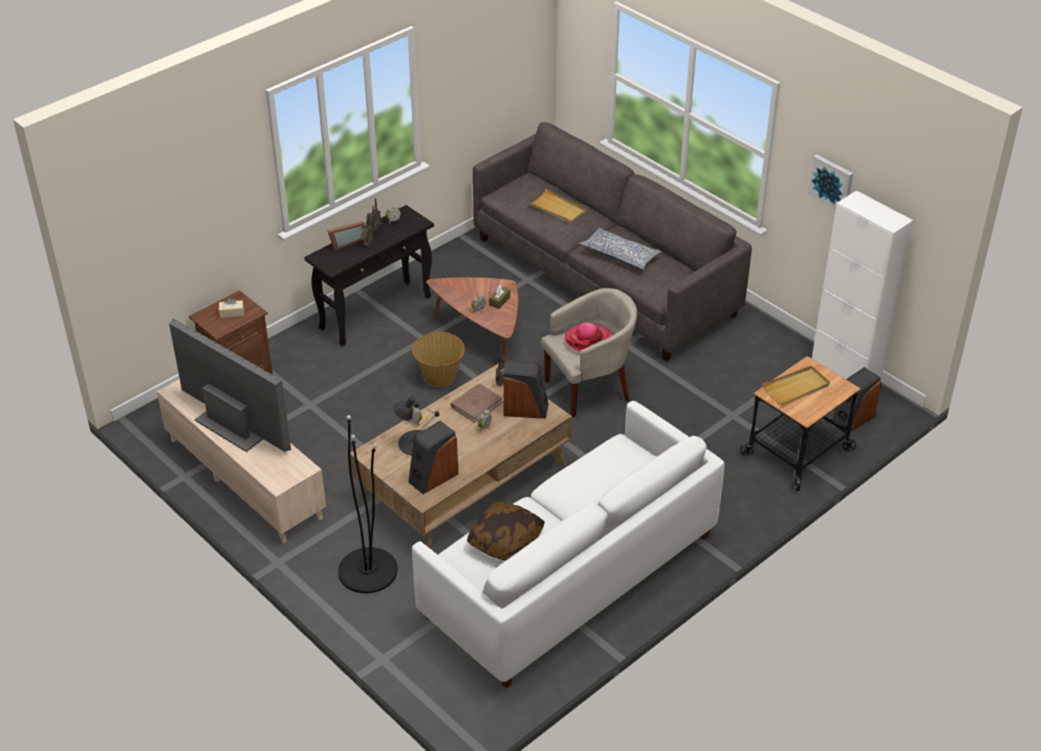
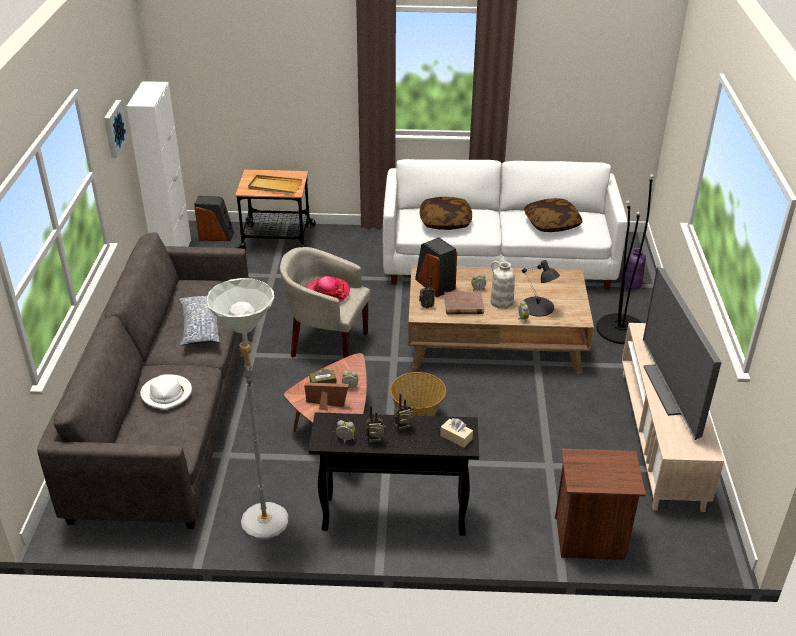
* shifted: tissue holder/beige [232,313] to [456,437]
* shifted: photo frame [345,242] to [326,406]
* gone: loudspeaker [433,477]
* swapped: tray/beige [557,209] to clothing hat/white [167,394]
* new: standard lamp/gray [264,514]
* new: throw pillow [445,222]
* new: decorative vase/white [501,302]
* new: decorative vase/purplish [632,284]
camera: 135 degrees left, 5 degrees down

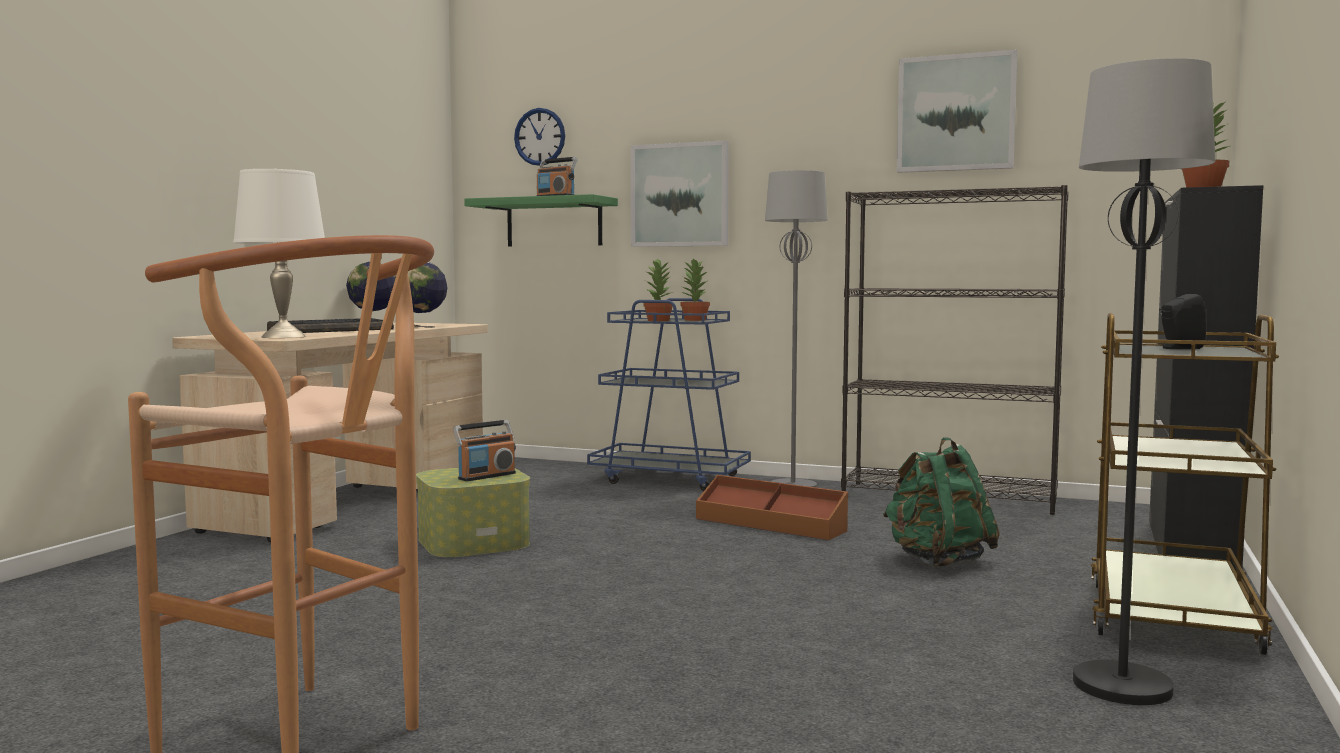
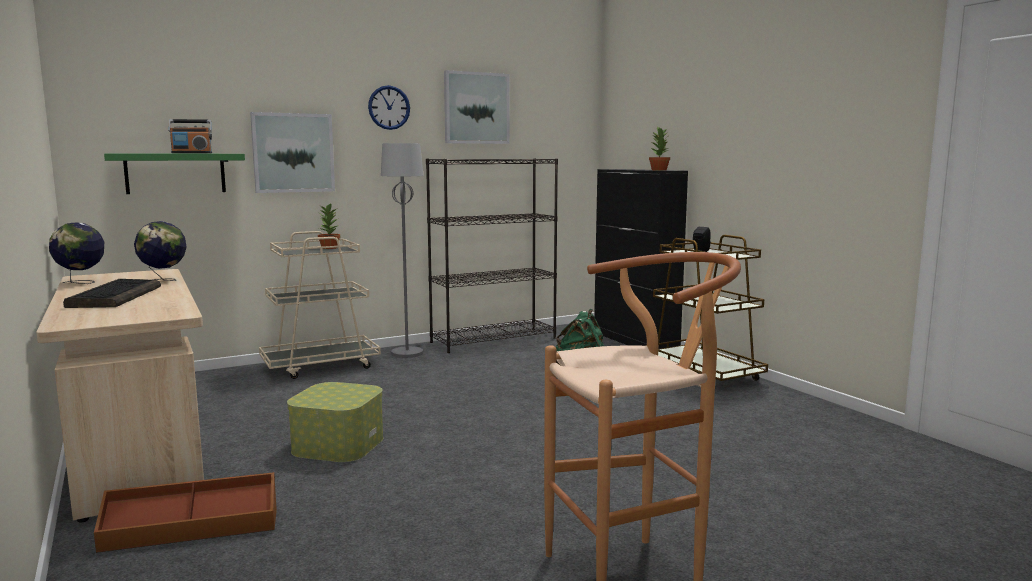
* gone: tabletop lamp/white [283,336]
* gone: radio set [486,476]
* shifted: hanging clock [540,137] to [389,107]
* repainted: trolley/blue [670,479] to trolley/beige [321,366]
* gone: potted plant [659,320]
* shifted: storage bin/brownish [770,524] to [191,528]
* gone: standard lamp/black-coloured [1123,686]
camera: 50 degrees left, 5 degrees up

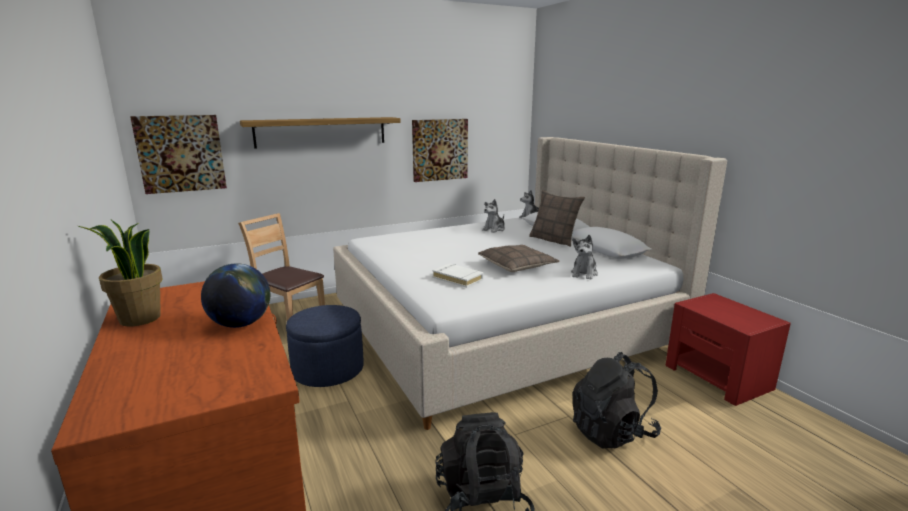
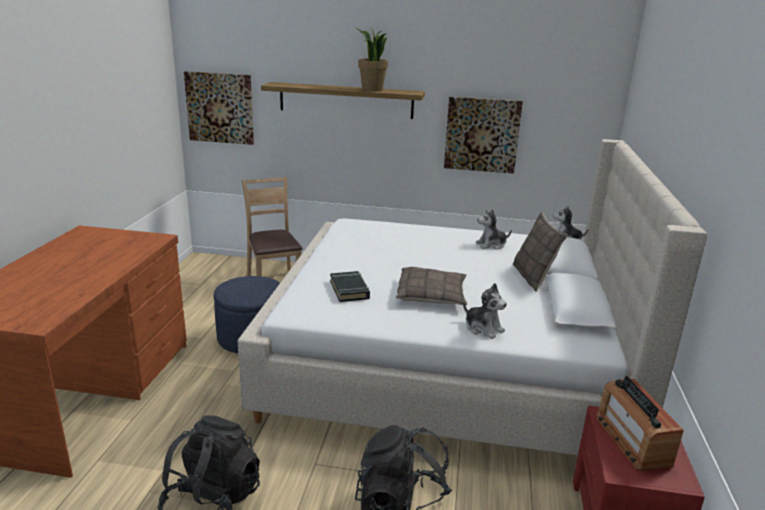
* shifted: potted plant [139,319] to [371,89]
* gone: world globe [241,324]
* repainted: bound book/white [458,278] to bound book/black-coloured [349,290]
* rotated: soft toy [584,273] = [483,328] 105 degrees counterclockwise
* new: radio set [632,441]
camera: 35 degrees right, 5 degrees up

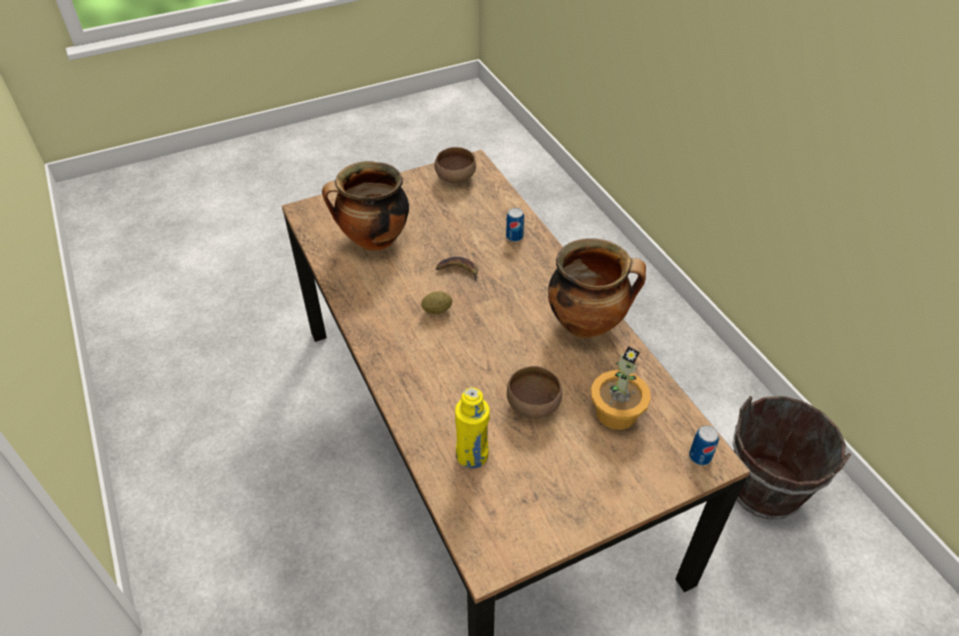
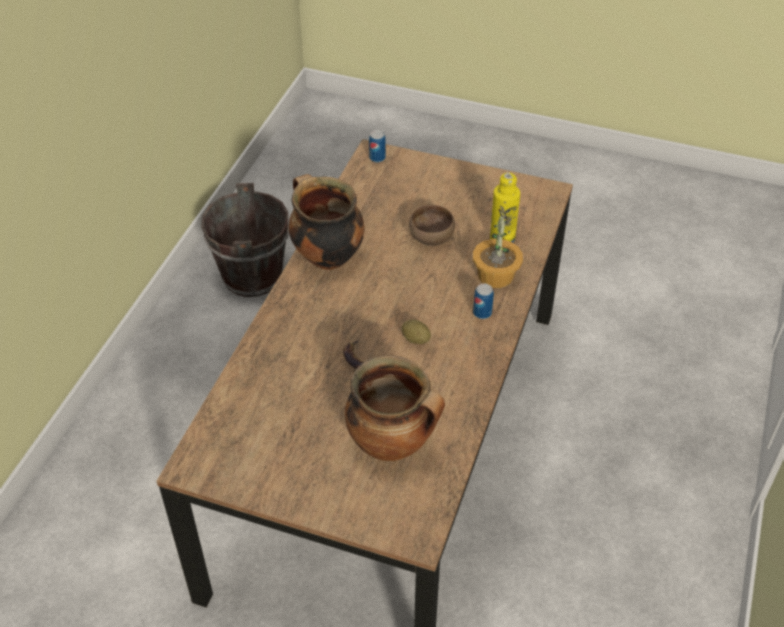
* gone: deep dish/brownish [456,178]
* shifted: metal can [514,237] to [482,313]
* shifted: potted plant [617,412] to [495,275]
camera: 135 degrees left, 0 degrees up

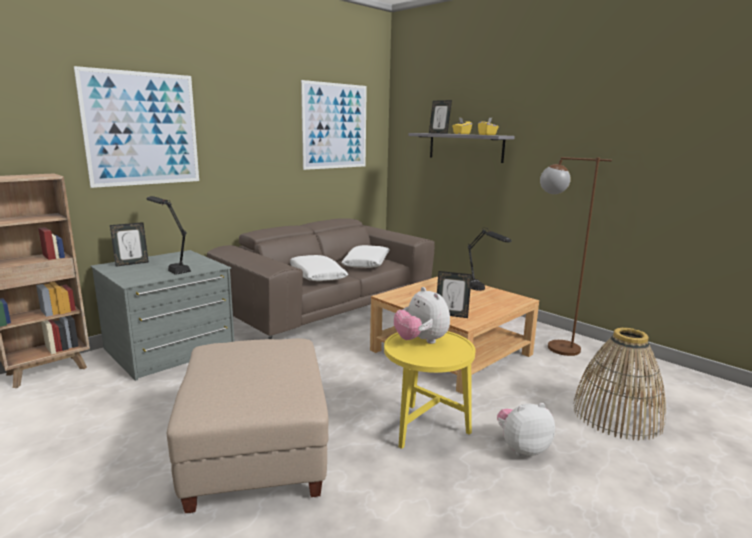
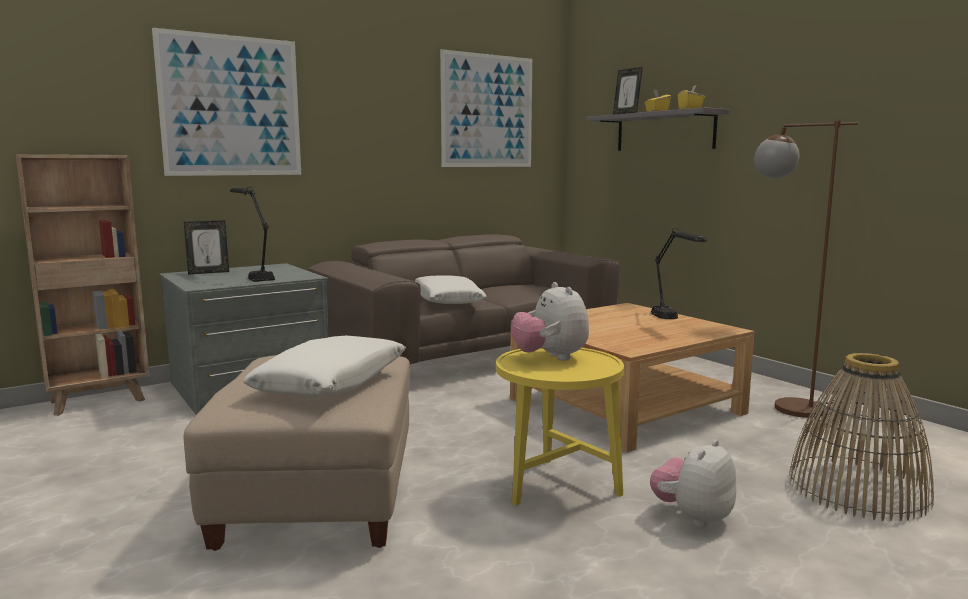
* shifted: throw pillow/white [366,263] to [331,382]
* gone: photo frame [451,315]
* rotated: soft toy [522,448] = [693,517] 45 degrees counterclockwise
camera: 10 degrees right, 5 degrees down

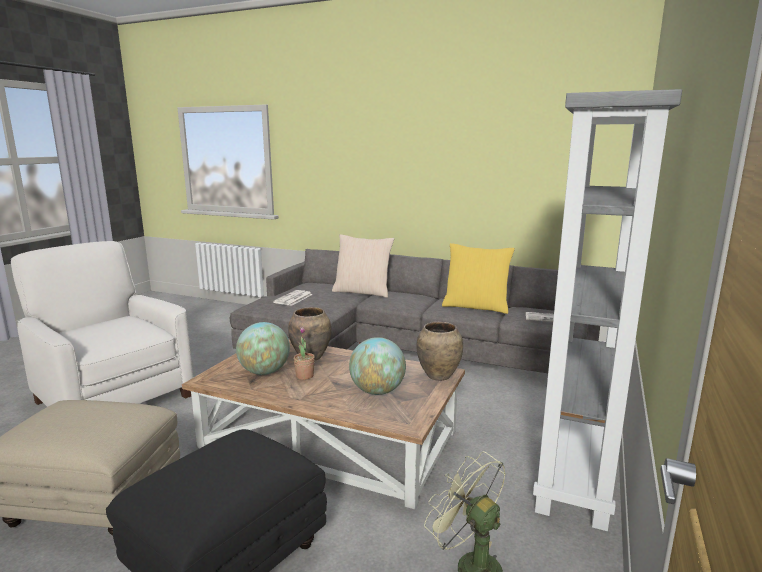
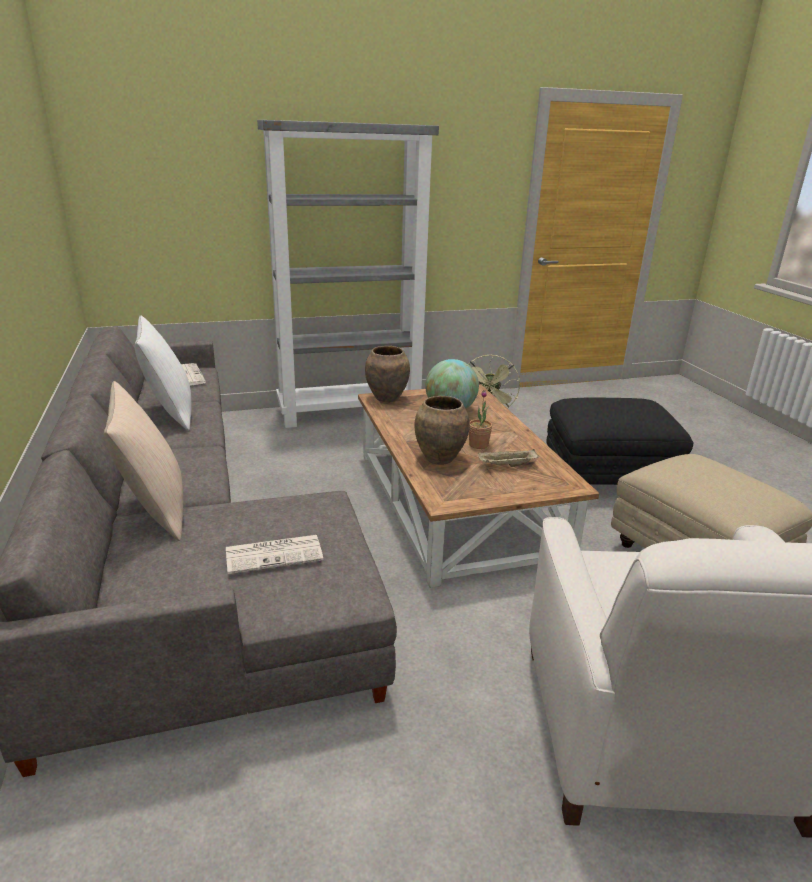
* swapped: world globe [264,372] to tray/beige [506,465]
* repainted: throw pillow/yellow [476,307] to throw pillow/white [170,413]
camera: 130 degrees left, 10 degrees up

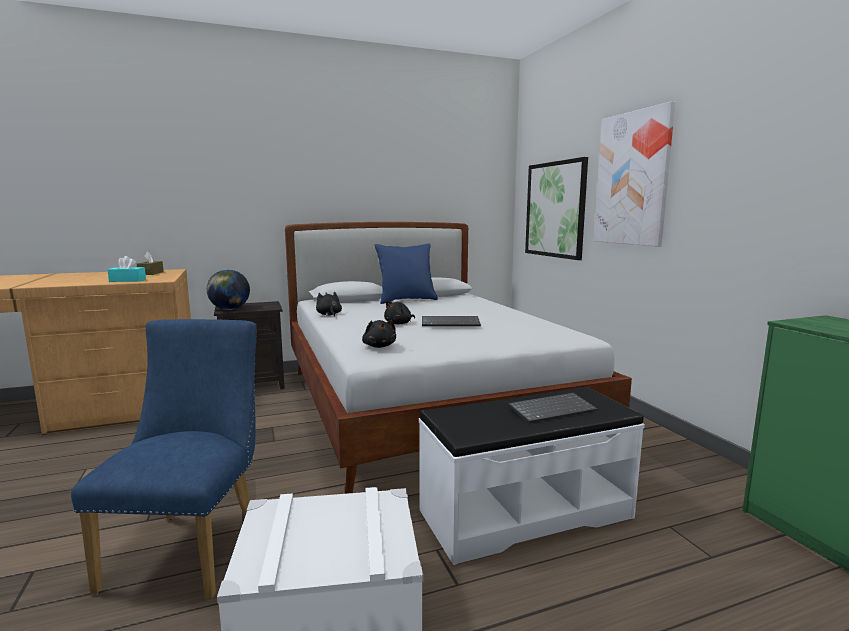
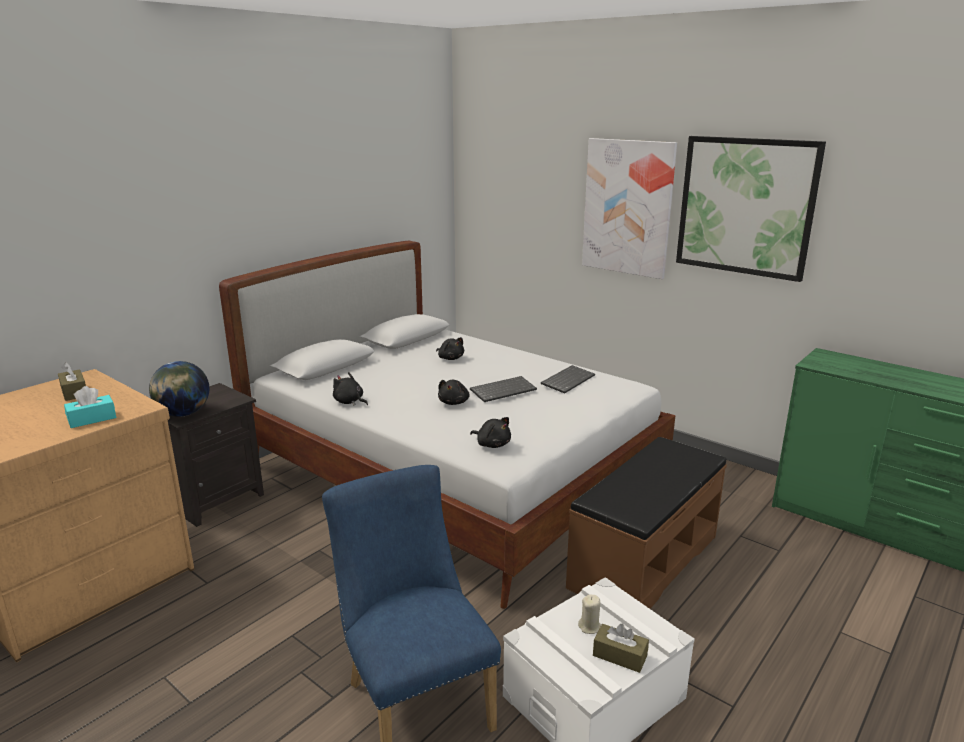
* gone: throw pillow/blue [406,300]
* repainted: indoor bench/white [524,513] to indoor bench/brownish [643,560]
* shifted: computer keyboard [552,409] to [567,380]
* shifted: picture [555,209] to [745,206]
* new: soft toy/black-coloured [450,358]
* new: candle/beige [590,627]
* new: tissue holder/brownish [619,656]
camera: 30 degrees left, 10 degrees up

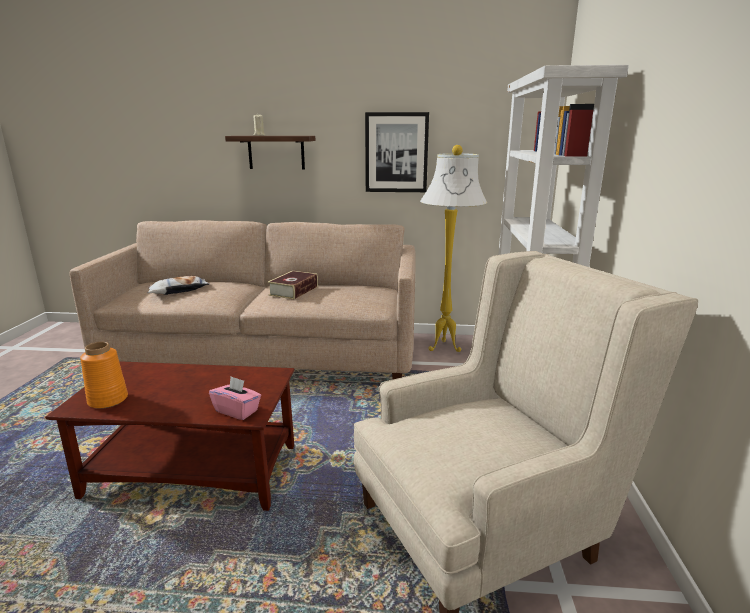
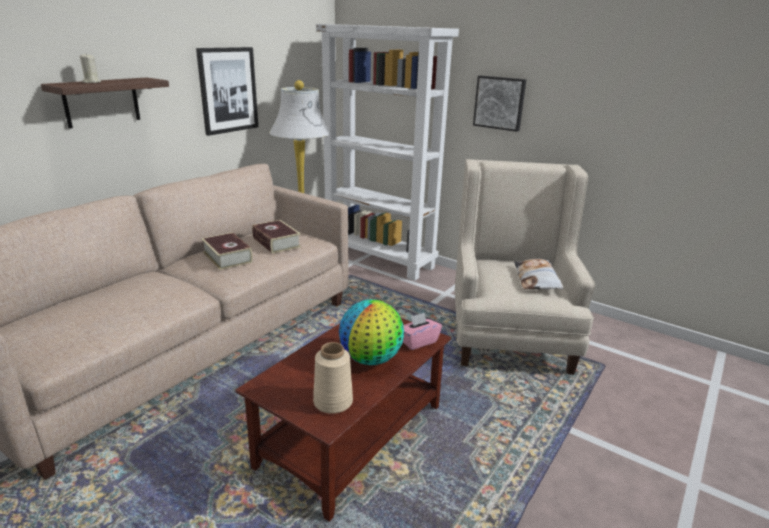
* repainted: decorative vase/orangey [107,400] to decorative vase/beige [332,402]
* shifted: throw pillow [178,290] to [537,279]
* new: bound book [276,242]
* new: world globe [371,359]
* new: picture [499,103]
camera: 60 degrees left, 5 degrees up

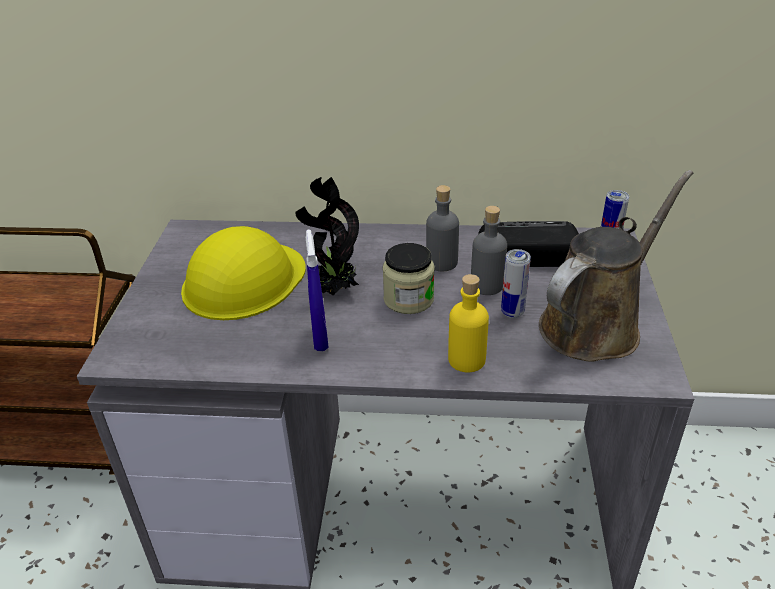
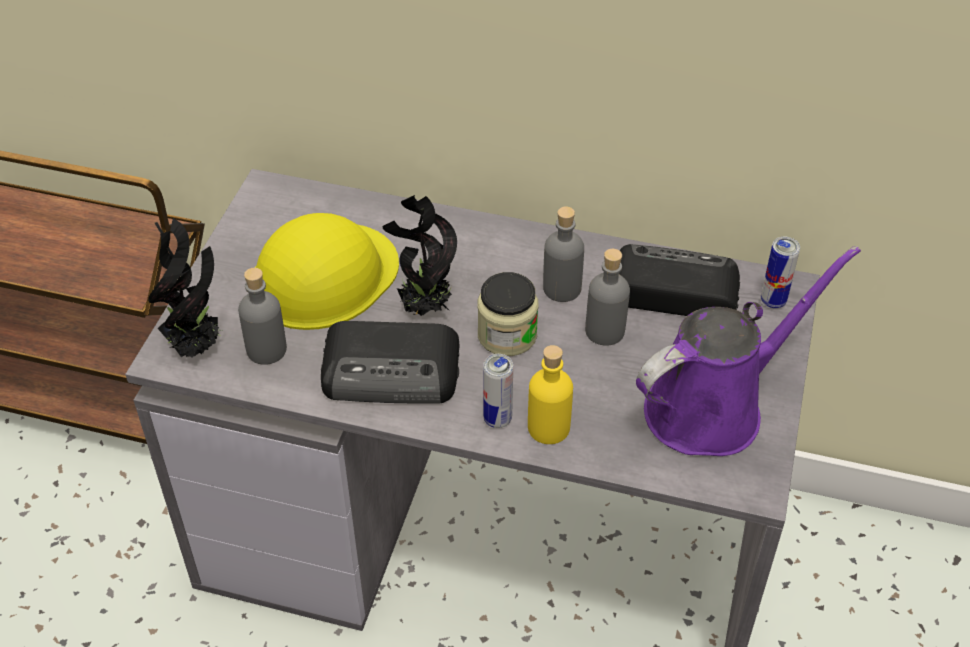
* swapped: spray bottle/blue [320,338] to radio set [393,371]
* shifted: metal can [512,312] to [497,419]
* repainted: watering can/brownish [595,324] to watering can/purplish [713,407]
* new: potted plant [197,347]
* new: beverage bottle/gray [266,349]
camera: 10 degrees right, 10 degrees up

